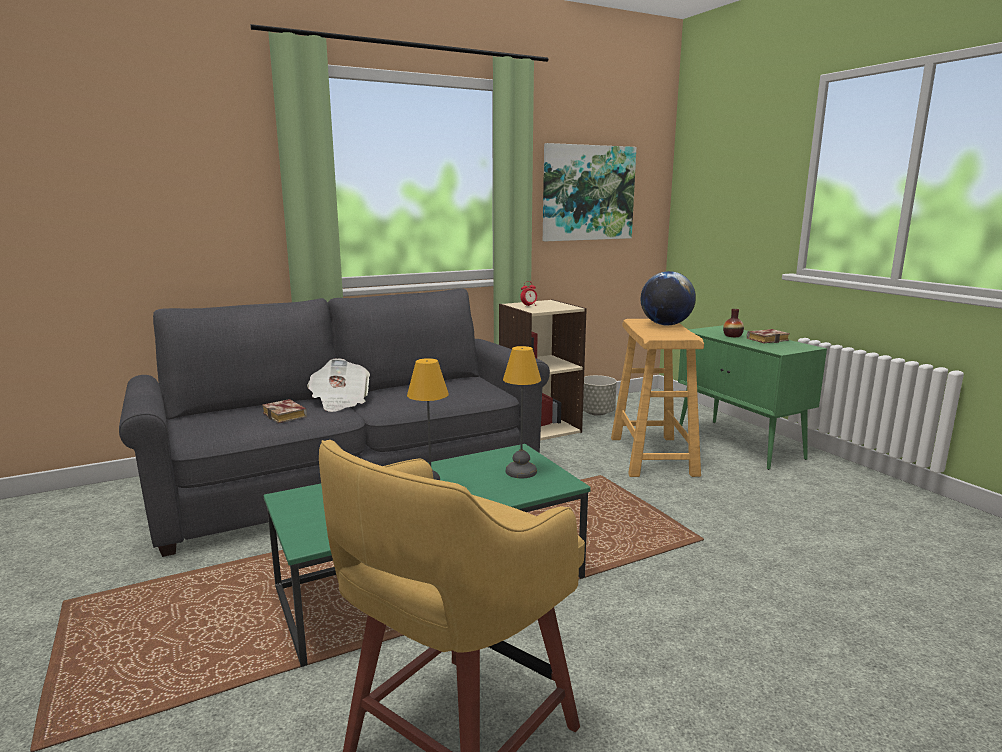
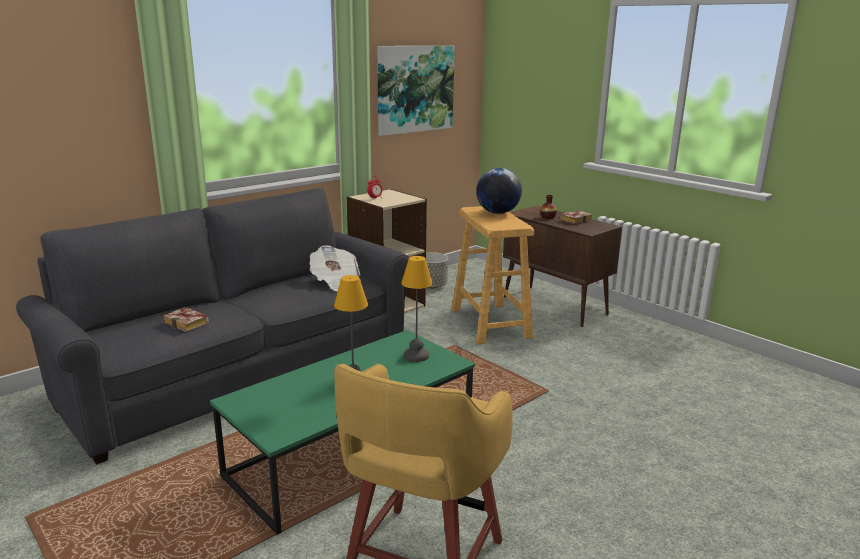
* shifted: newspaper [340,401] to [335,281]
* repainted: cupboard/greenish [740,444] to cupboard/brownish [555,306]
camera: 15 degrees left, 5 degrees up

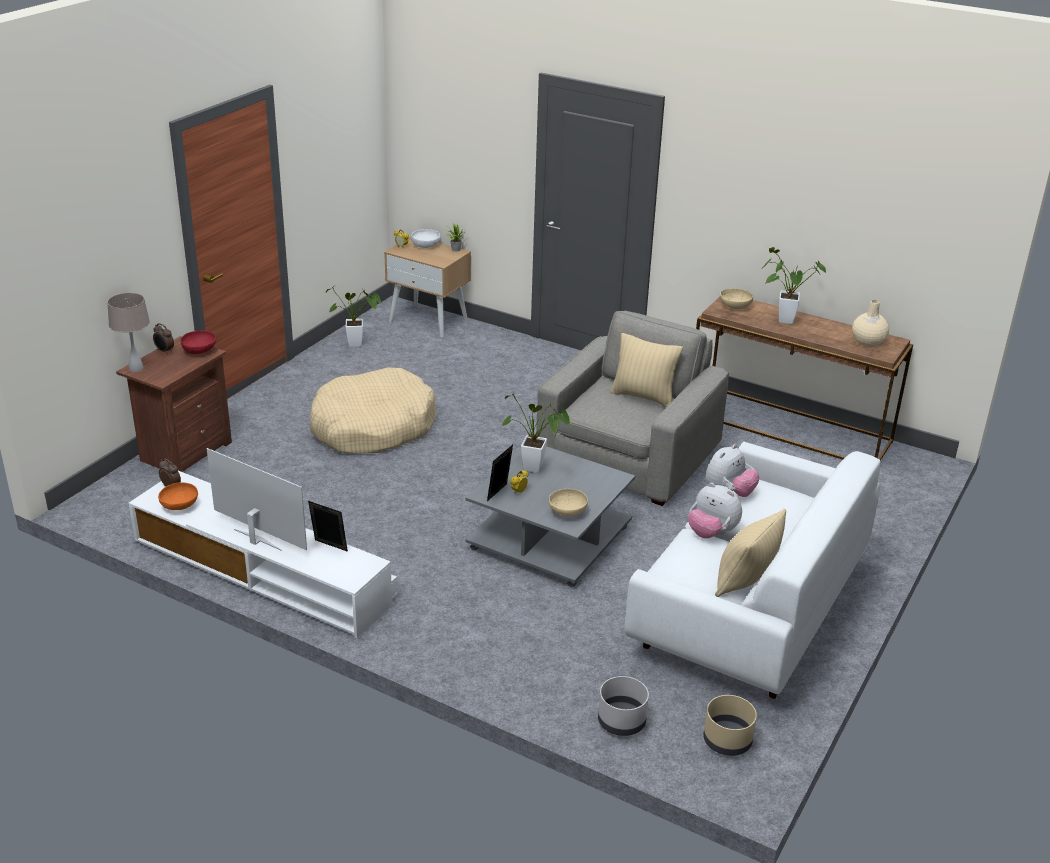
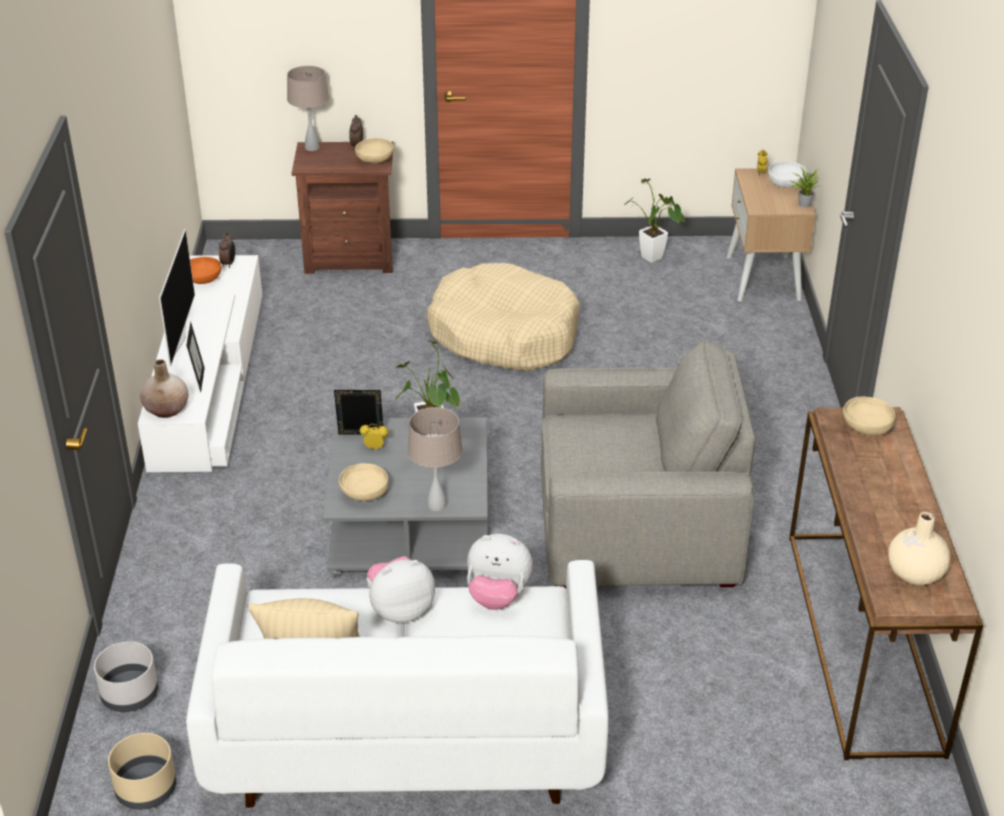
* repainted: deep dish/red [200,351] to deep dish/beige [375,161]
* gone: throw pillow/beige [643,396]
* rotated: soft toy [711,533] = [400,610] 60 degrees clockwise
* gone: potted plant [781,320]
* new: decorative vase/beige [167,409]
* new: tabletop lamp/beige [436,504]
camera: 60 degrees right, 5 degrees up

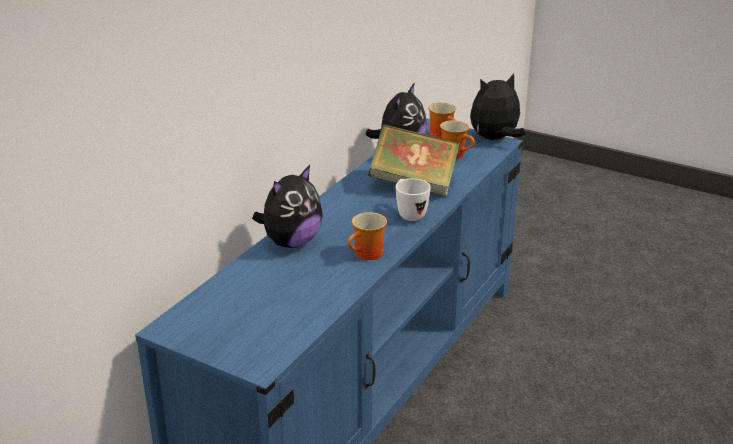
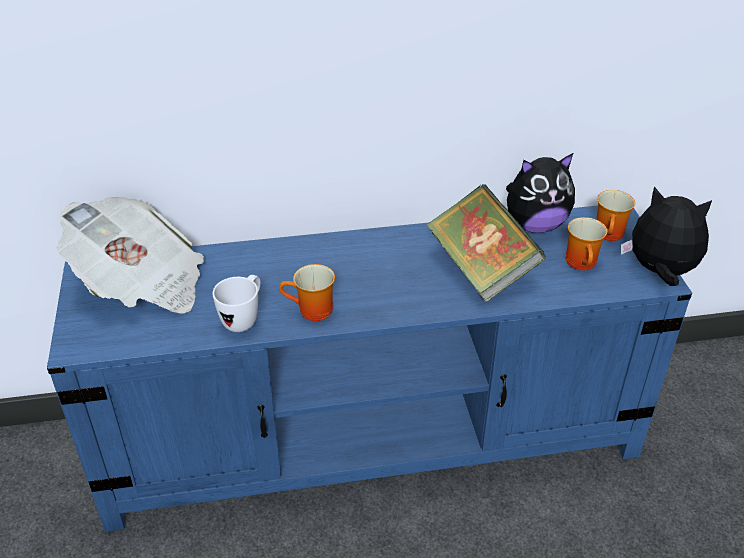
* gone: soft toy [291,242]
* shifted: mug/white [409,214] to [244,319]
* new: newspaper [141,284]
camera: 50 degrees right, 10 degrees up

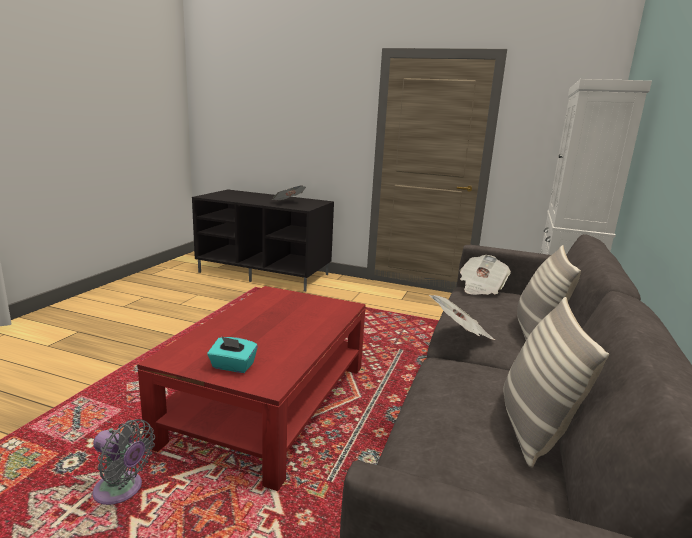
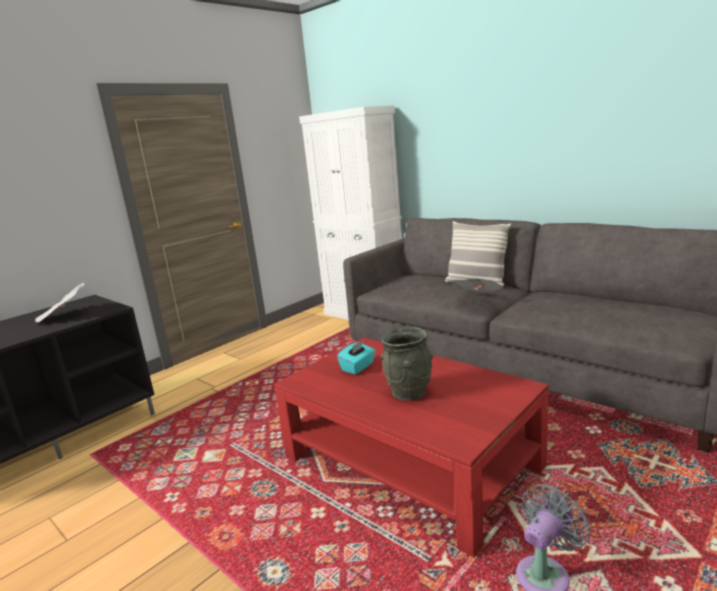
* shifted: tissue holder/blue-green [232,366] to [358,367]
* gone: newspaper [481,288]
* gone: throw pillow [532,428]
* new: decorative vase/gray [409,392]
camera: 65 degrees left, 0 degrees up

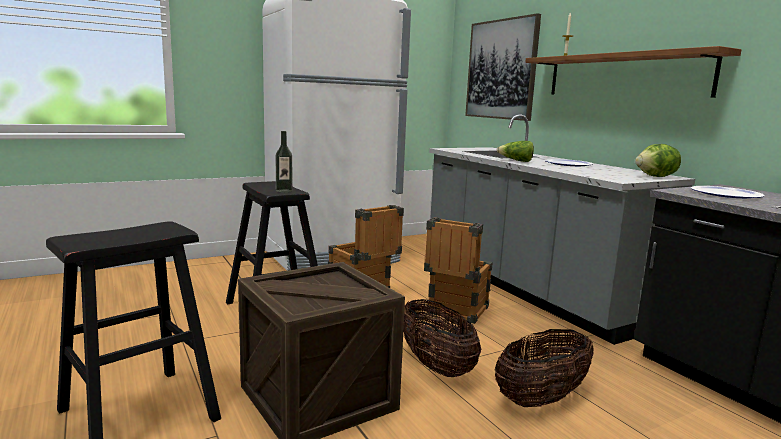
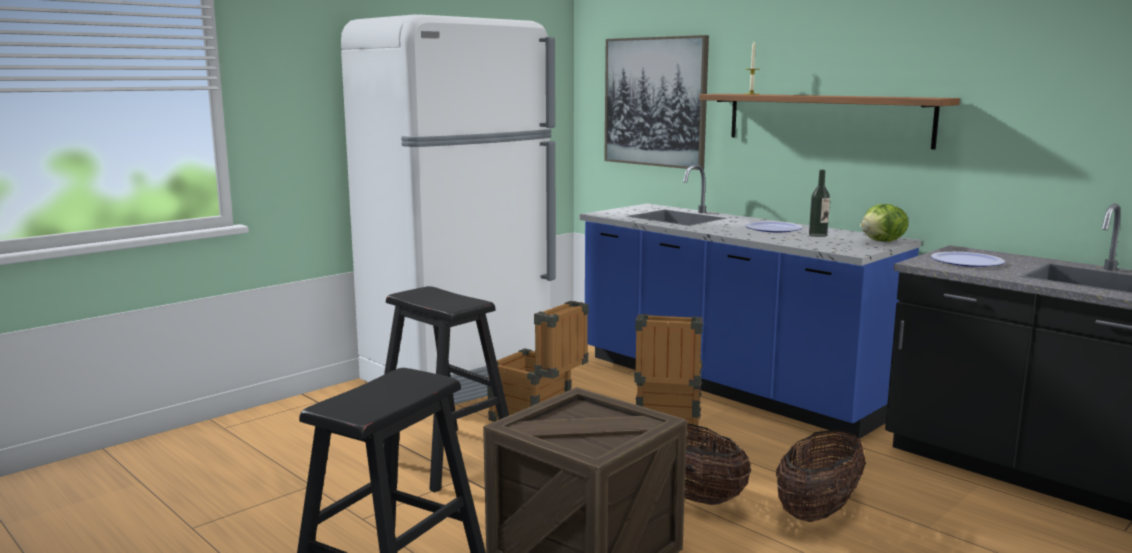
* shifted: beverage bottle [284,191] to [818,235]
* repainted: kitchen counter/gray [526,288] to kitchen counter/blue [728,385]
* gone: lettuce head [516,161]
camera: 15 degrees left, 0 degrees up

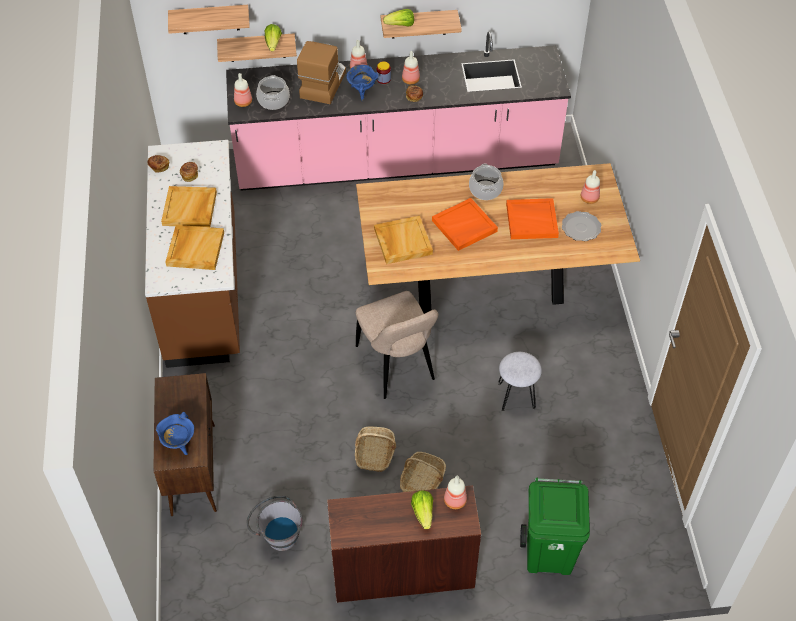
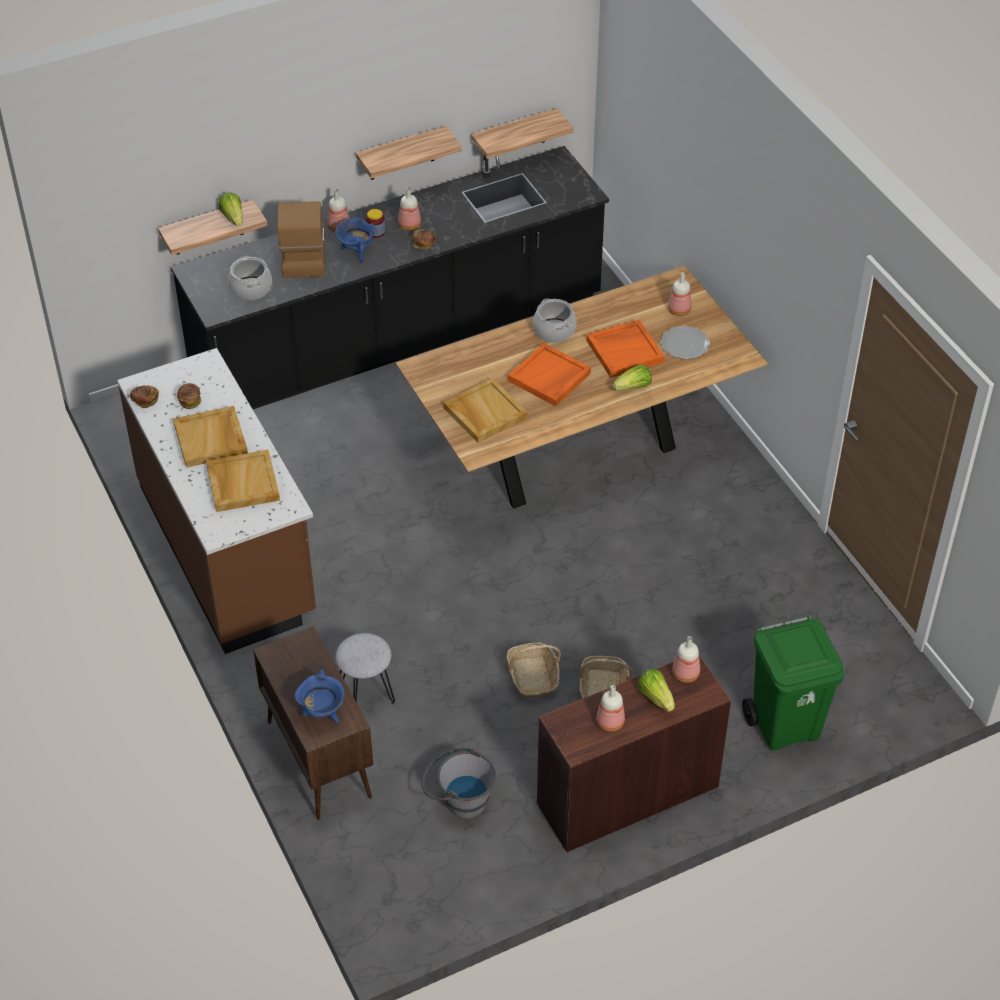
* shifted: shelf [210,19] to [514,135]
* repainted: kitchen counter/pink-coloured [397,162] to kitchen counter/black-coloured [399,339]
* shifted: beverage bottle [243,102] to [609,723]
* gone: plain chair/beige [396,366]
* shifted: lettuce head [400,25] to [633,387]
* shifted: stool seat/gray [516,395] to [366,693]
camera: 20 degrees left, 5 degrees down

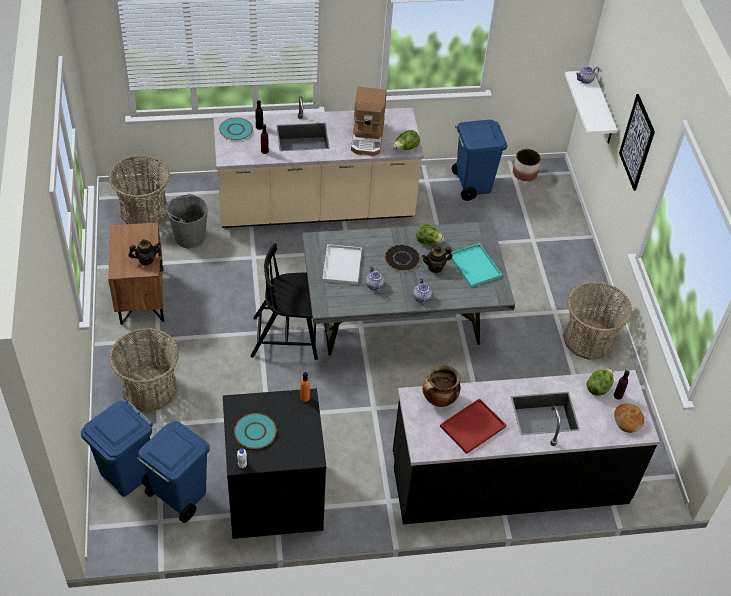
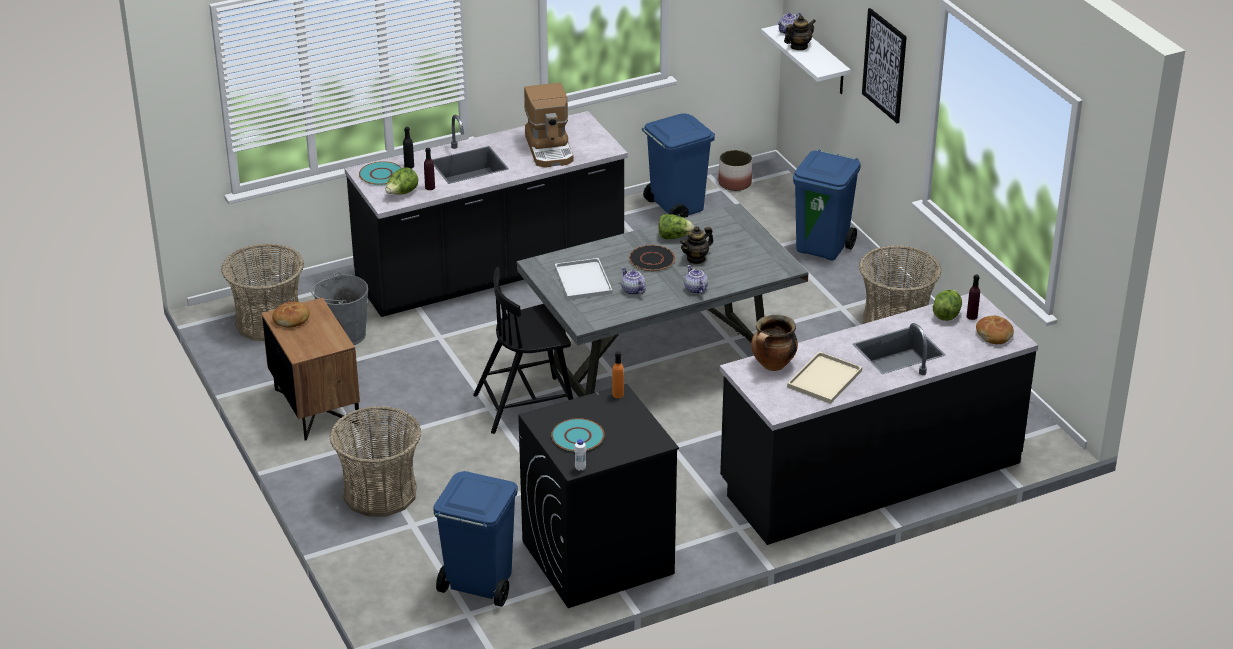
* shifted: waste bin/blue [127,475] to [823,248]
* shifted: tea pot [146,260] to [799,47]
* repainted: kitchen counter/beige [315,207] to kitchen counter/black-coloured [491,271]
* shifted: lettuce head [406,148] to [402,193]
* repainted: tray/red [472,427] to tray/beige [824,380]
* gone: tray/blue-green [475,266]
* new: baked bread [292,319]
camera: 15 degrees left, 15 degrees down

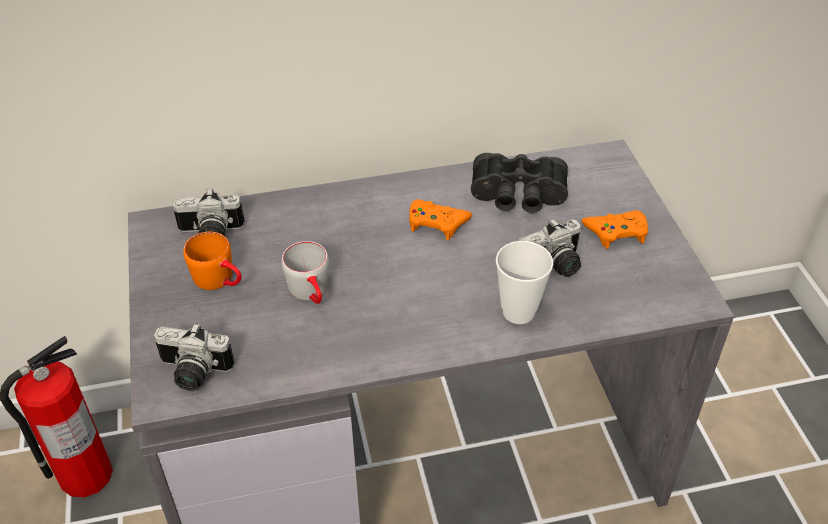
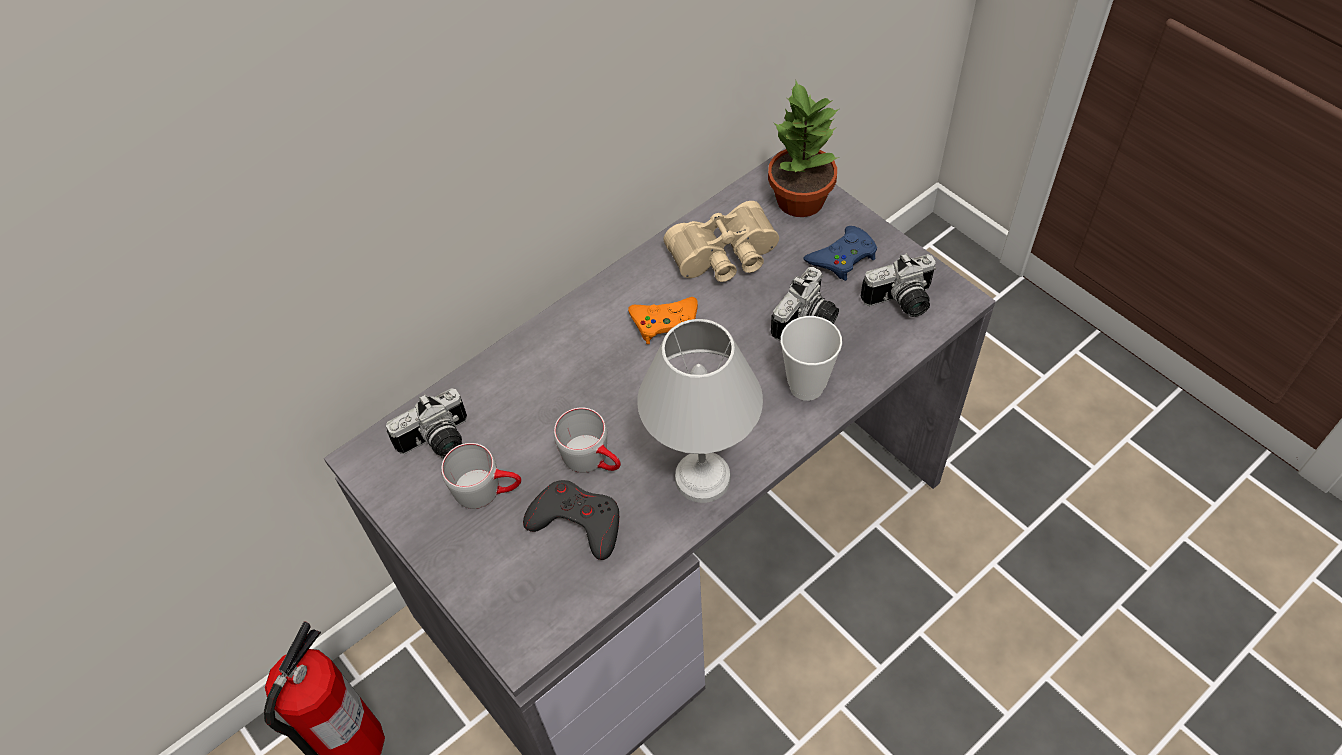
* shifted: still camera [192,373] to [901,303]
* repainted: mug/orangey [220,280] to mug/gray [488,490]
* repainted: binoculars/black-coloured [518,196] to binoculars/beige [725,257]
* repainted: gamepad/orangey [616,232] to gamepad/blue [842,257]
* new: gamepad/gray [577,522]
* new: tabletop lamp/white [705,477]
* new: potted plant [799,199]
camera: 25 degrees left, 10 degrees up

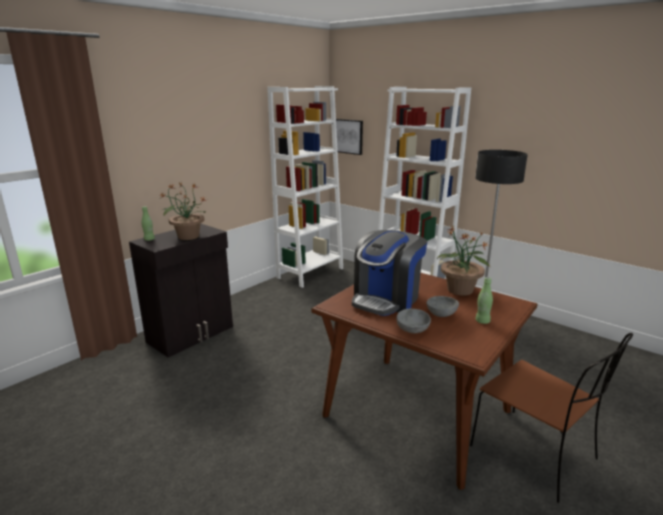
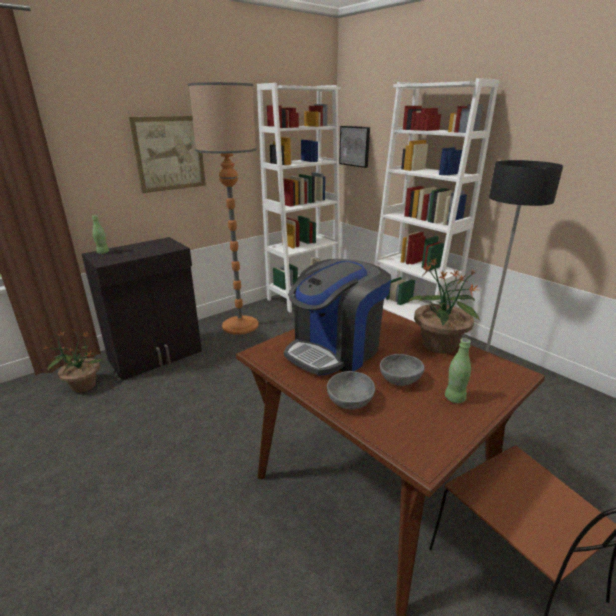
* shifted: potted plant [188,236] to [83,385]
* new: picture [169,153]
* new: standard lamp [240,325]
camera: 10 degrees right, 5 degrees up

